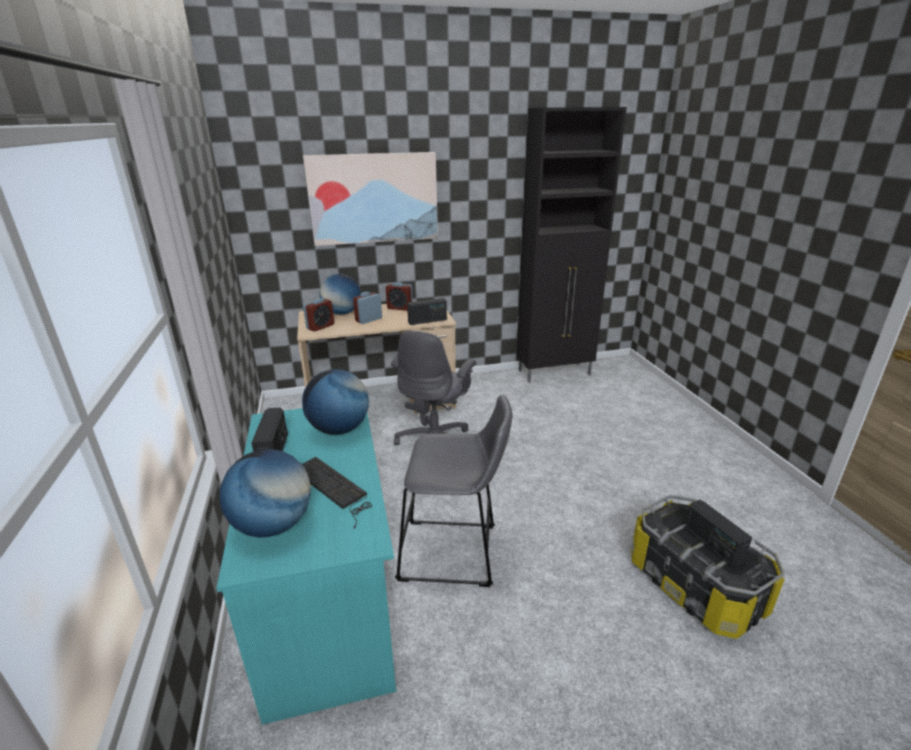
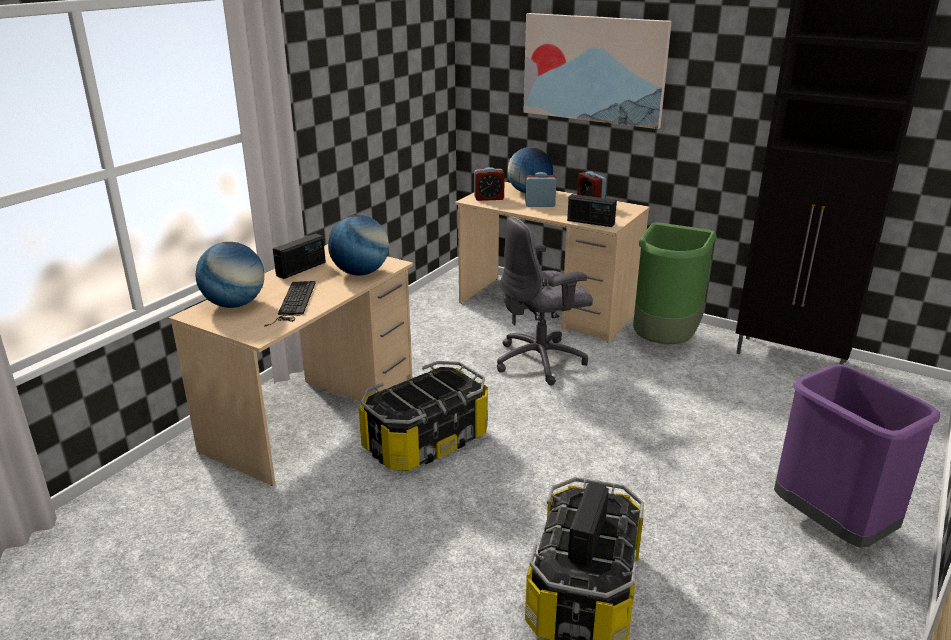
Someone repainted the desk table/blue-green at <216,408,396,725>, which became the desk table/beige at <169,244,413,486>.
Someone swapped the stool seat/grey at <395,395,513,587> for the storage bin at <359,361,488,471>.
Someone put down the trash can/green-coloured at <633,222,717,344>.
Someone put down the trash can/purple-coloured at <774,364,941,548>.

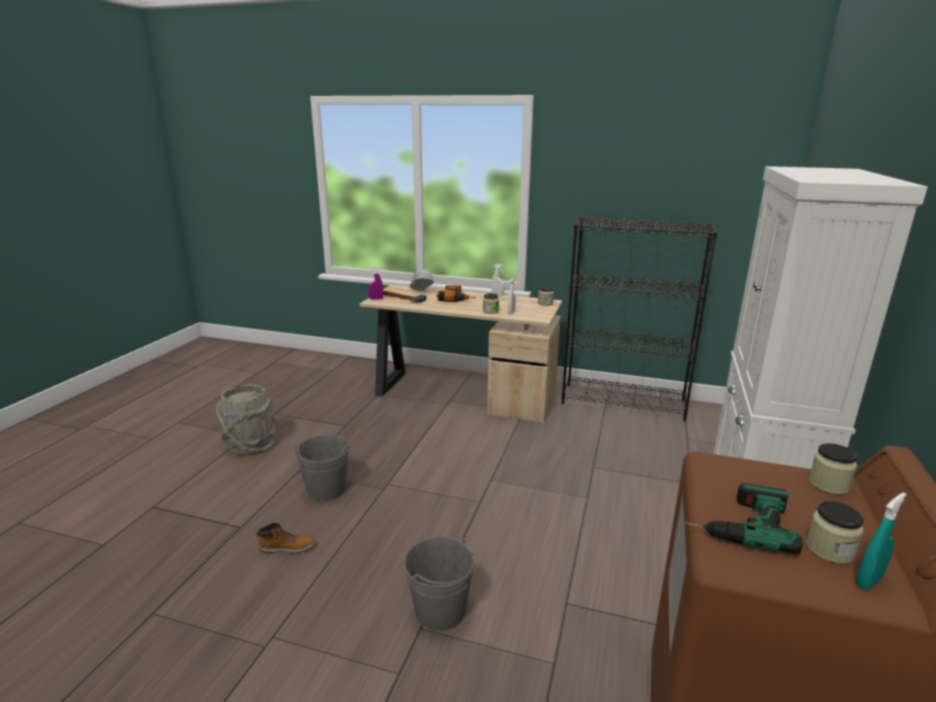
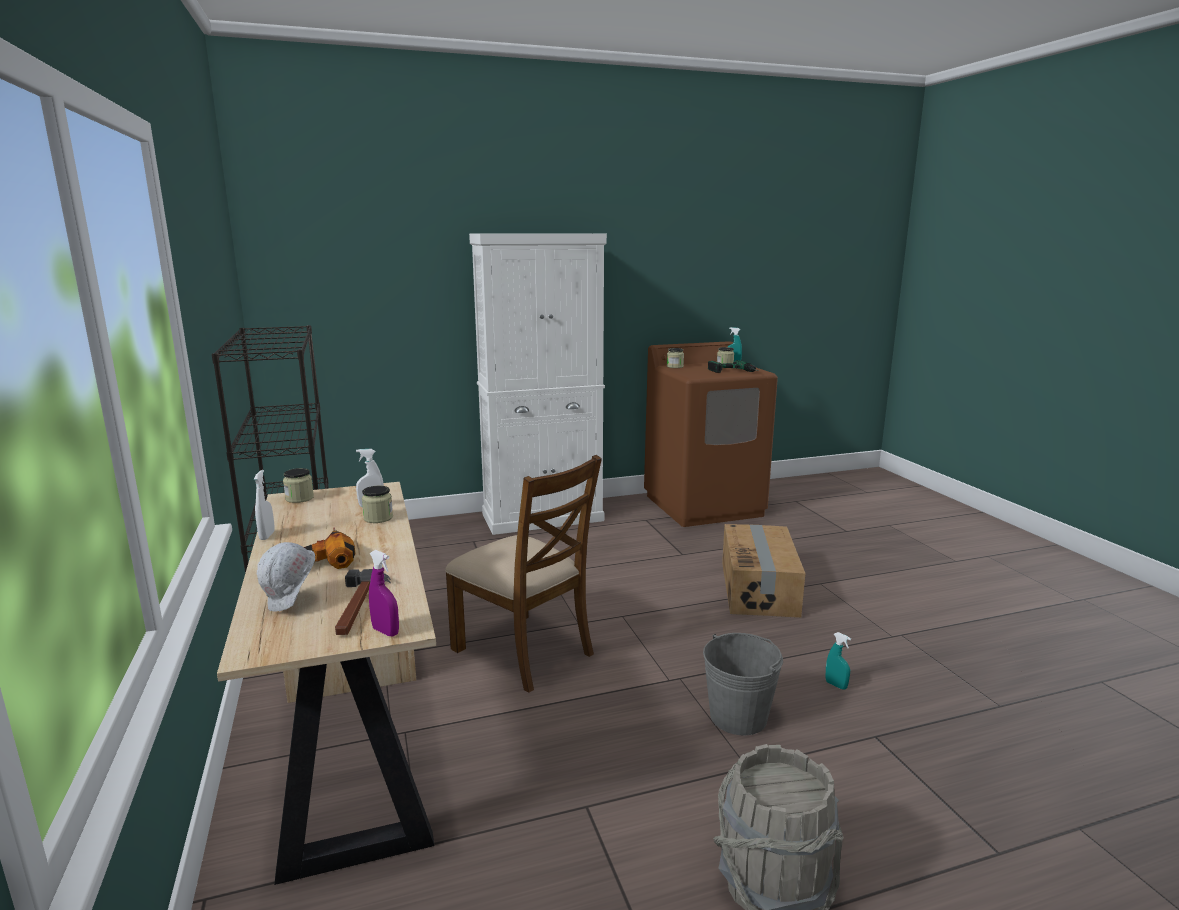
Someone put down the upright chair/brown at <445,455,602,693>.
Someone swapped the bucket/grey at <404,537,475,631> for the cardboard box at <722,524,806,618>.
Someone swapped the tall boot at <256,523,315,553> for the sprayer/blue-green at <826,632,851,690>.

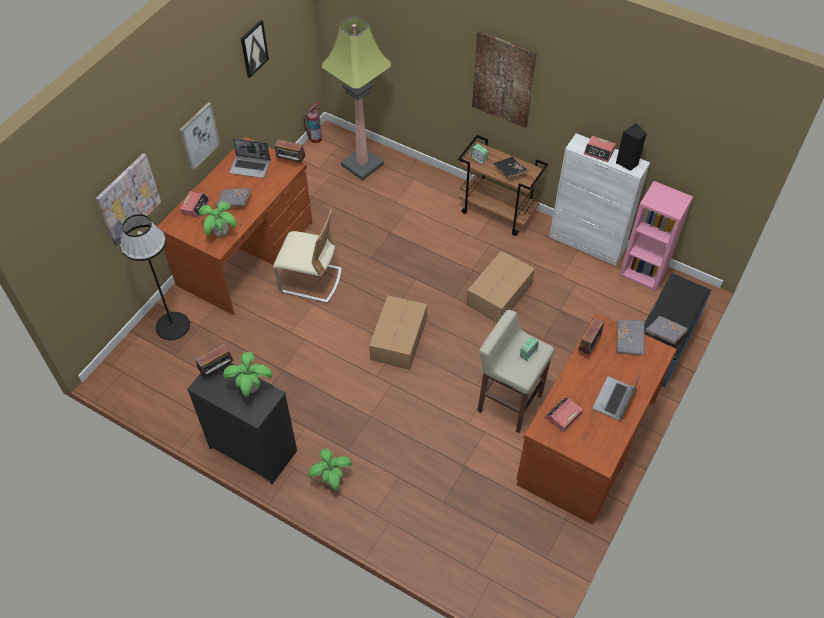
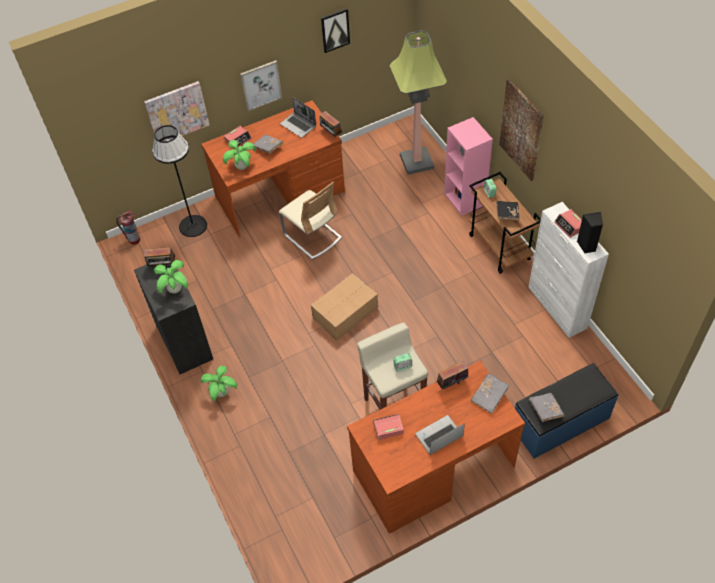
Someone carried the fire extinguisher from <303,102,322,143> to <116,211,140,245>.
Someone carried the shelving unit/pink from <619,181,693,291> to <444,117,493,216>.
Someone took away the cardboard box at <467,251,535,323>.

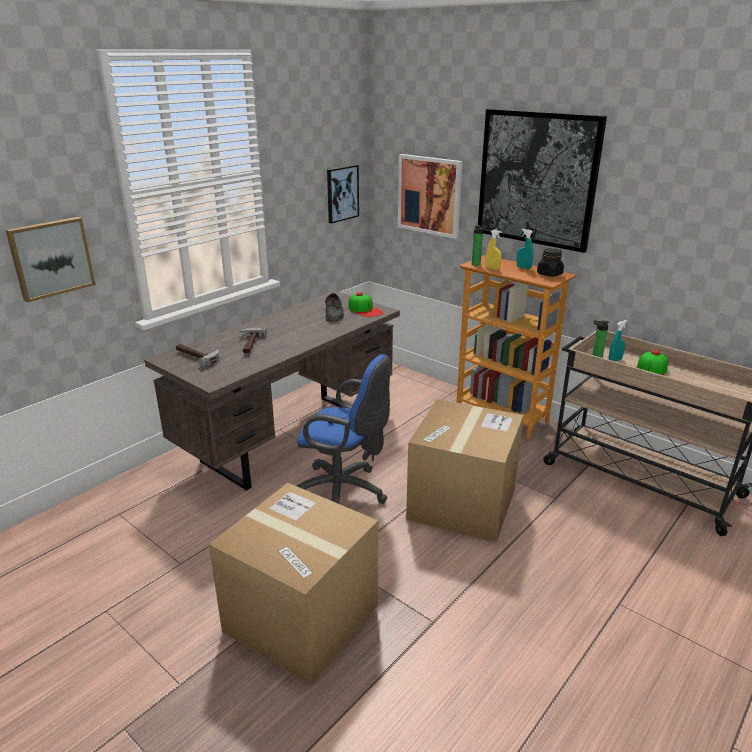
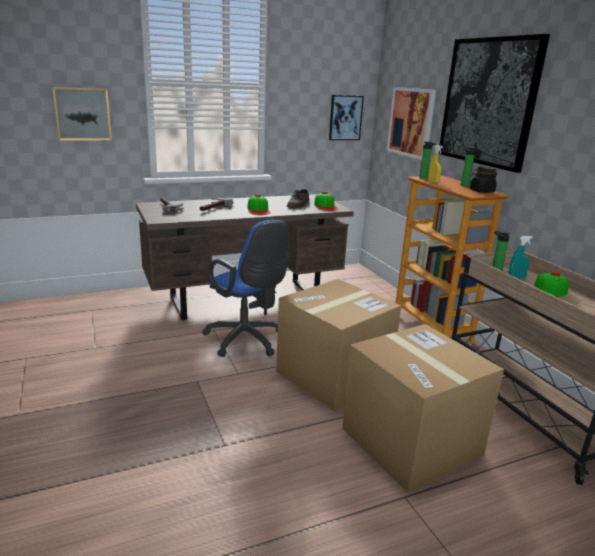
Someone put down the peaked cap at <247,194,271,215>.
Someone carried the cardboard box from <209,483,378,686> to <342,324,504,493>.
Someone swapped the sprayer/blue-green at <517,229,533,269> for the beverage bottle at <461,147,476,187>.

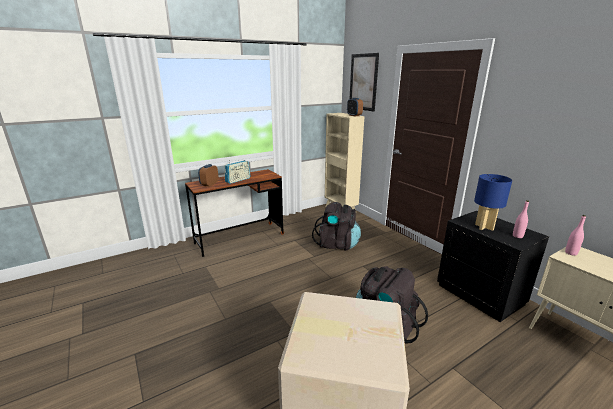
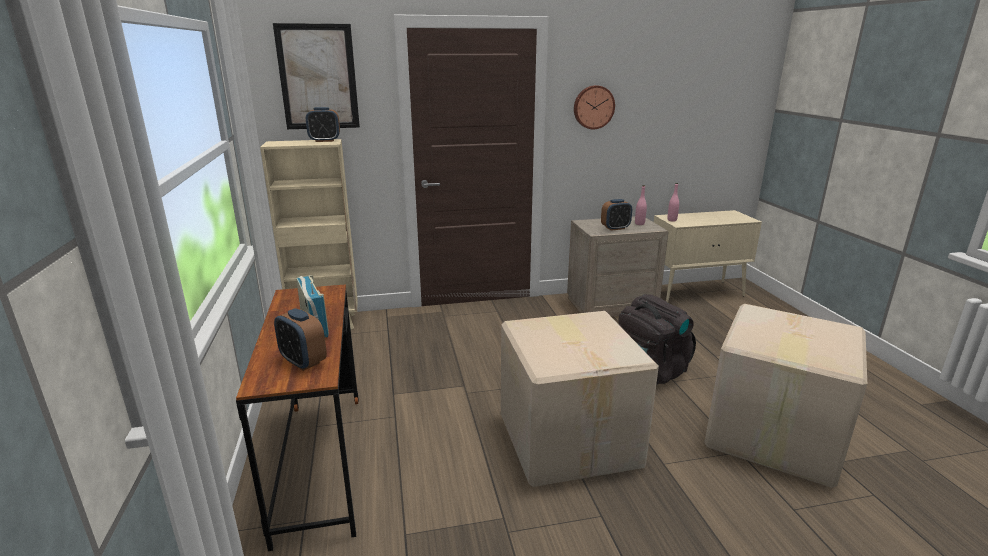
Someone put down the cardboard box at <501,311,659,487>.
Someone repainted the bedside table/black at <437,211,549,322>, which became the bedside table/beige at <567,216,669,317>.
Someone put up the clock on the wall at <574,85,615,129>.
Someone swapped the table lamp/bluish at <474,174,512,231> for the table clock at <601,199,632,231>.
Someone took away the backpack/black at <312,202,361,251>.

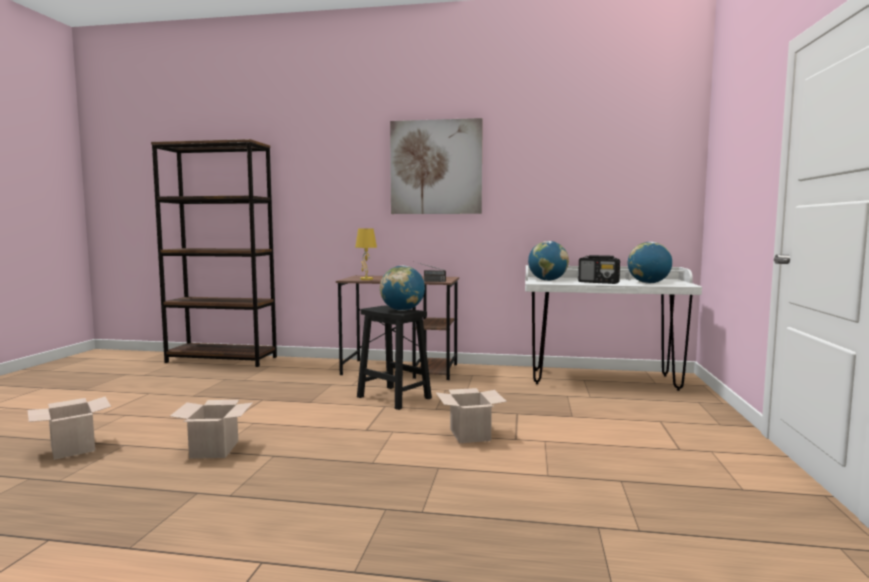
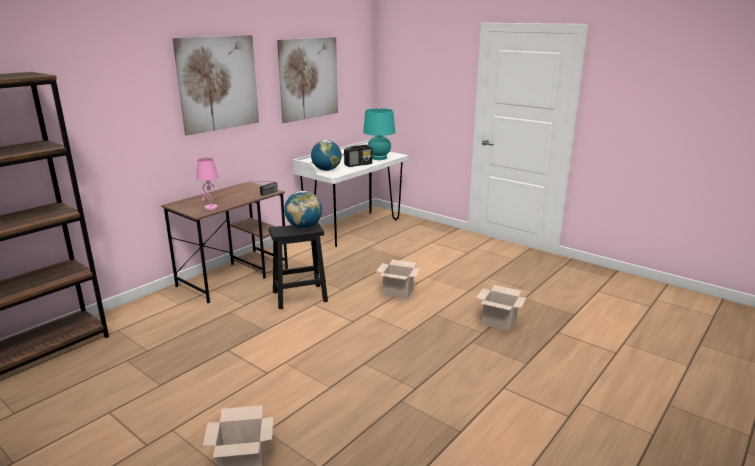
Someone repainted the table lamp/yellow at <355,228,377,280>, which became the table lamp/pink at <196,158,219,210>.
Someone put up the picture at <277,37,338,123>.
Someone swapped the world globe at <628,242,672,284> for the table lamp/blue-green at <363,108,395,160>.
Someone carried the cardboard box from <169,400,252,459> to <476,285,526,331>.

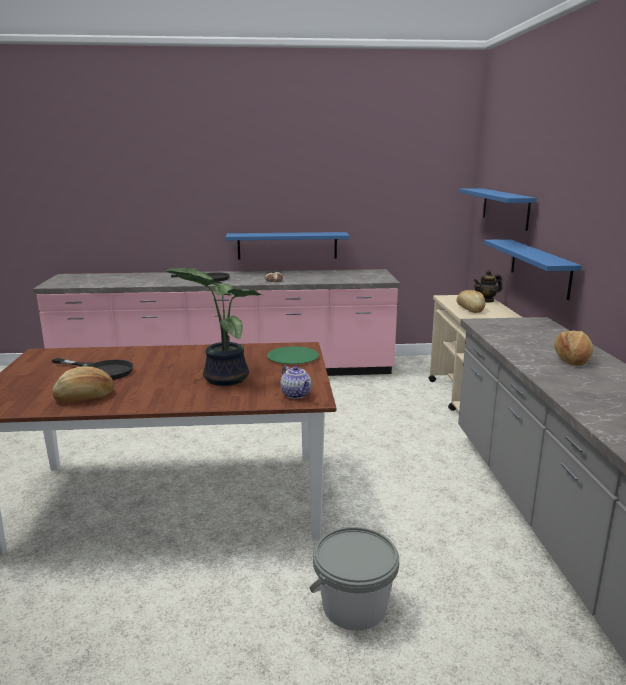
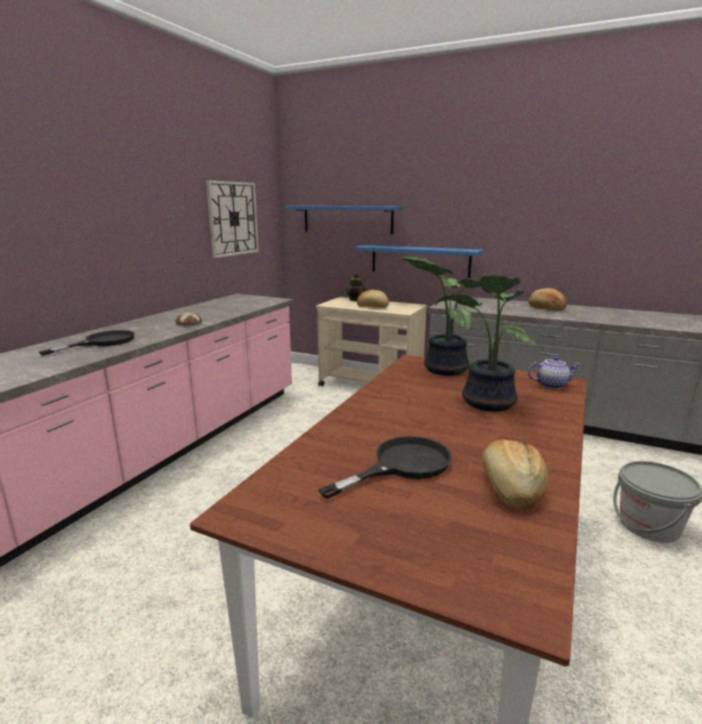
Someone put up the clock on the wall at <206,180,259,258>.
Someone swapped the plate/green-coloured at <267,346,319,364> for the houseplant at <400,256,480,376>.
Someone took away the shelf/bluish at <226,232,350,260>.

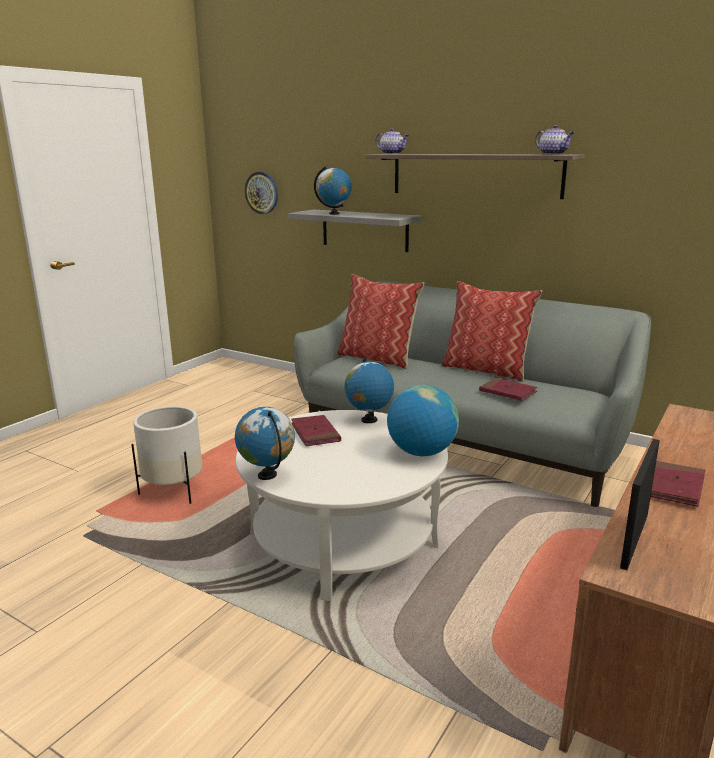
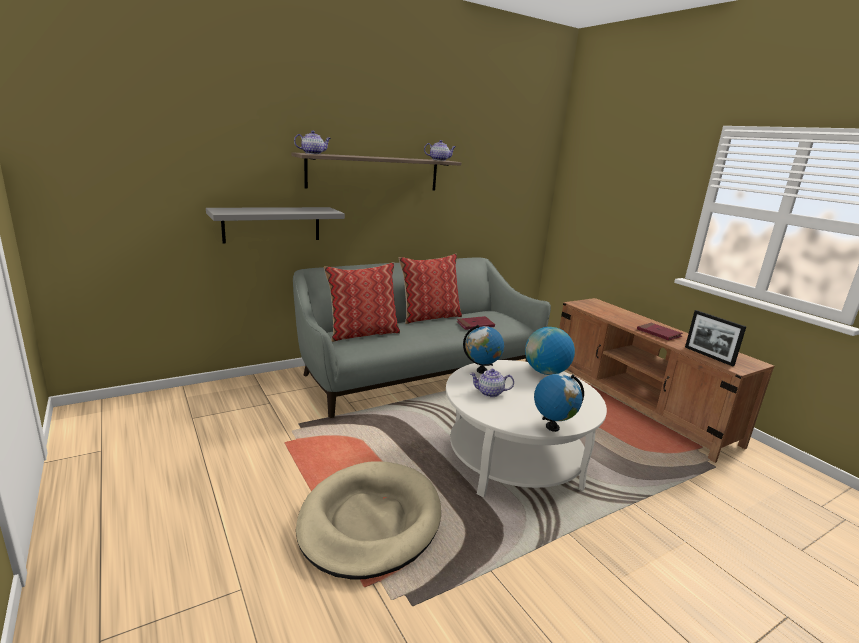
Someone swapped the planter/whitish at <131,406,202,504> for the dog bed/beige at <296,461,441,580>.
Someone swapped the book/red-coloured at <291,415,341,446> for the pot for tea at <470,369,514,397>.
Someone took away the clock on the wall at <245,172,278,214>.
Someone took away the world globe at <314,166,352,215>.

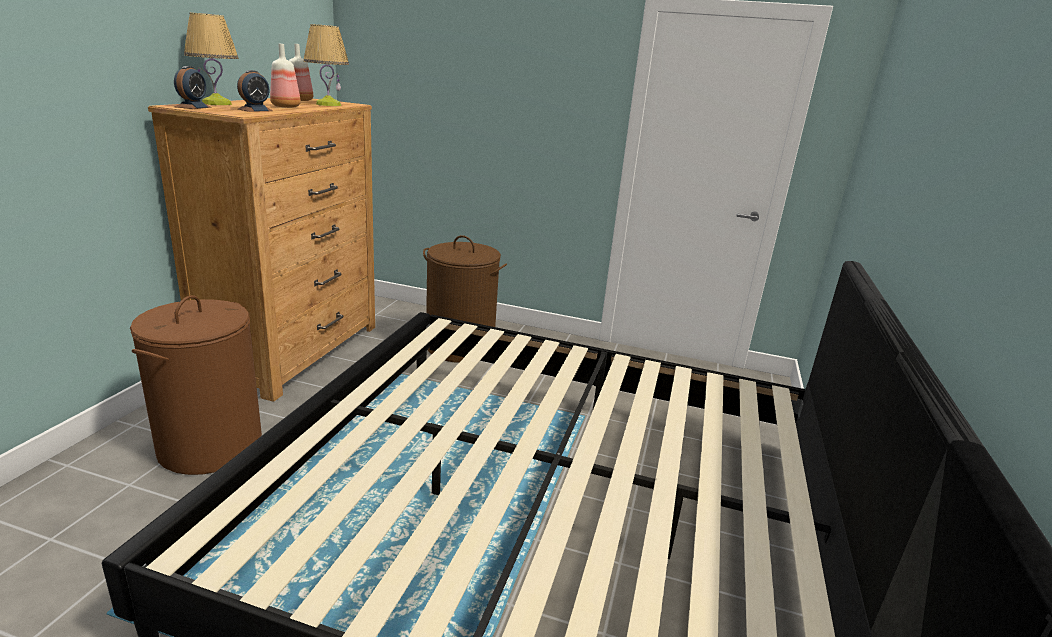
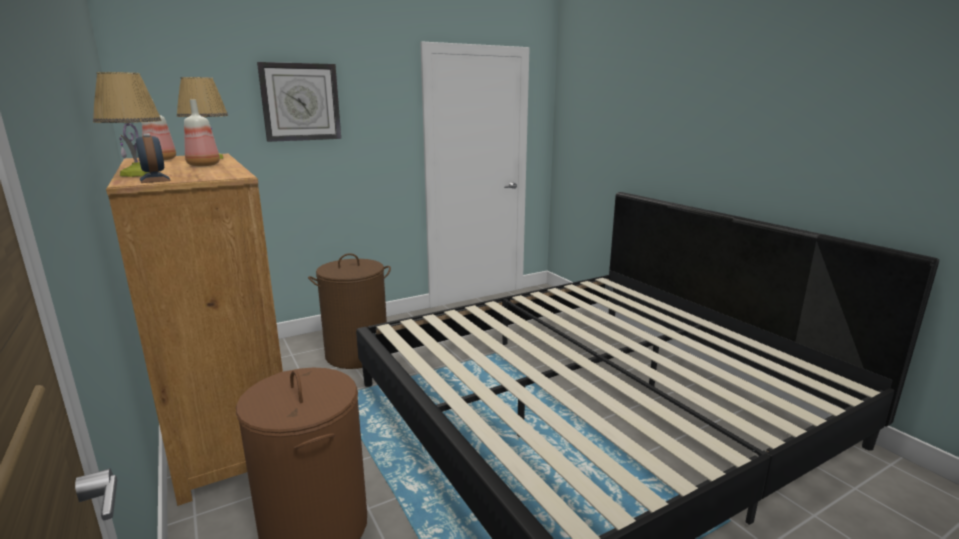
Someone put up the clock on the wall at <257,62,341,142>.
Someone took away the table clock at <237,70,273,112>.

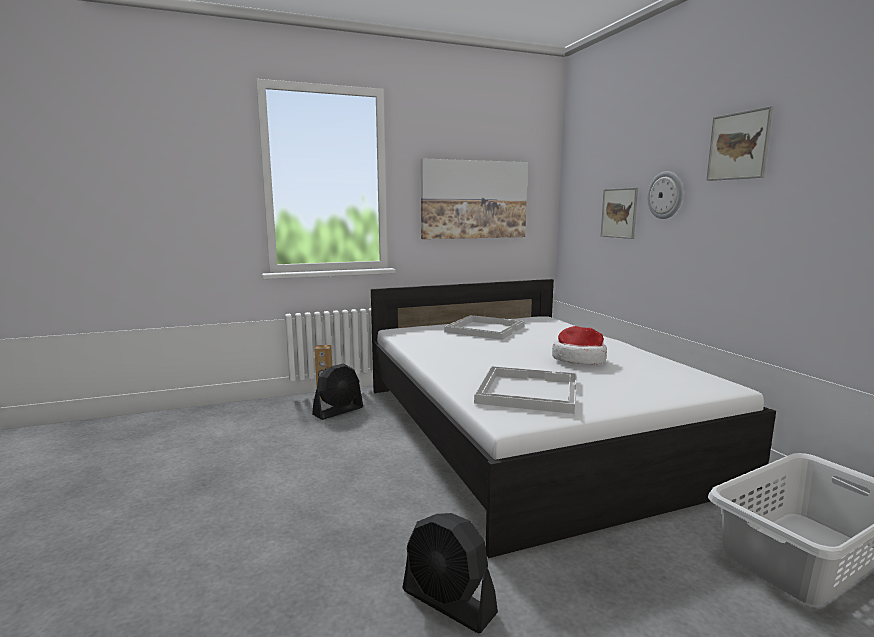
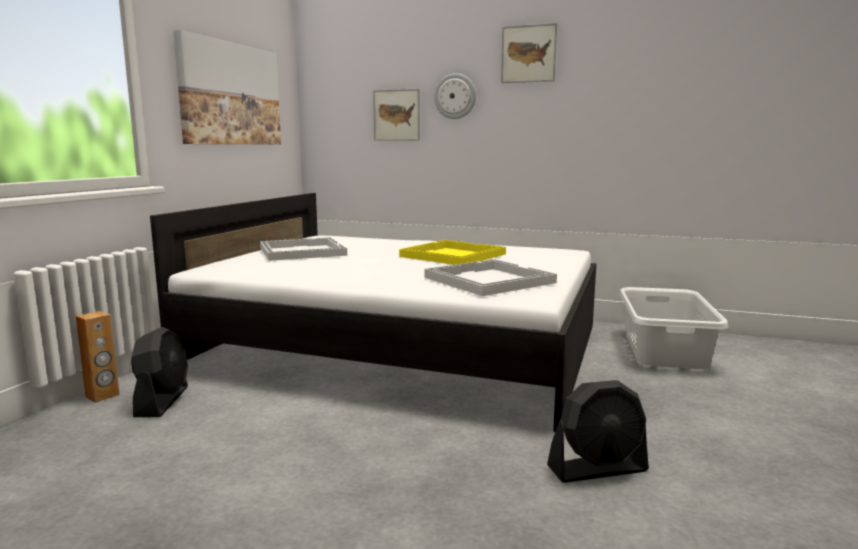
Someone swapped the hat at <552,326,607,364> for the tray/yellow at <399,240,506,265>.

